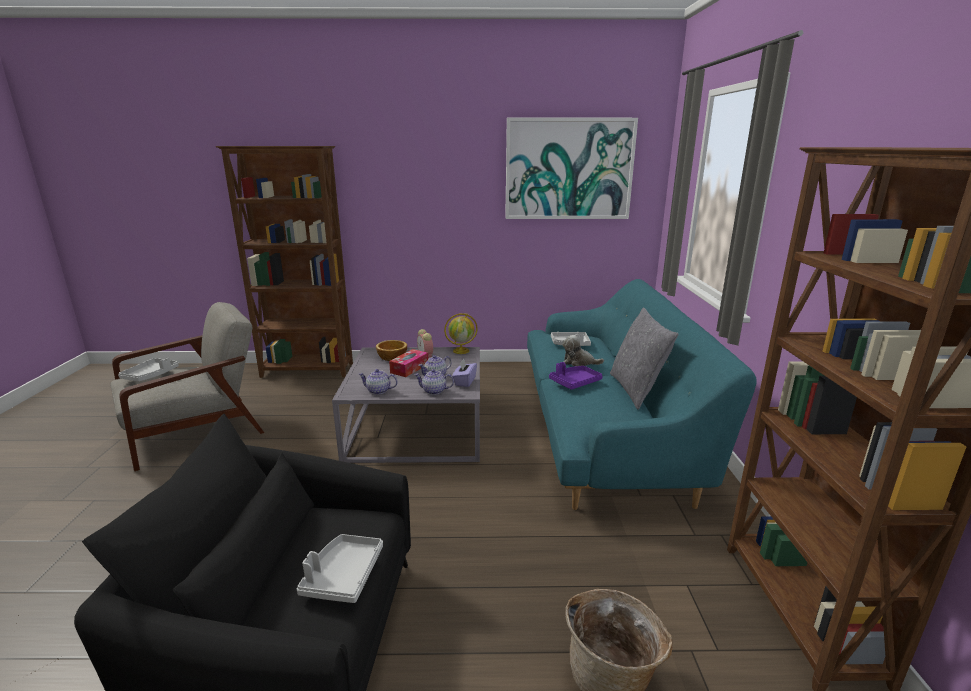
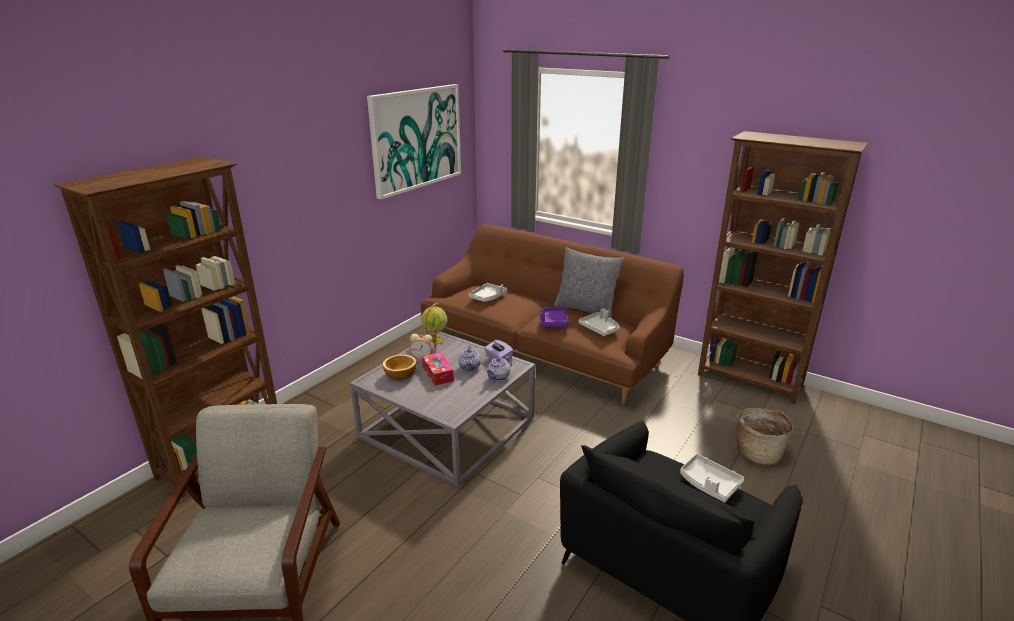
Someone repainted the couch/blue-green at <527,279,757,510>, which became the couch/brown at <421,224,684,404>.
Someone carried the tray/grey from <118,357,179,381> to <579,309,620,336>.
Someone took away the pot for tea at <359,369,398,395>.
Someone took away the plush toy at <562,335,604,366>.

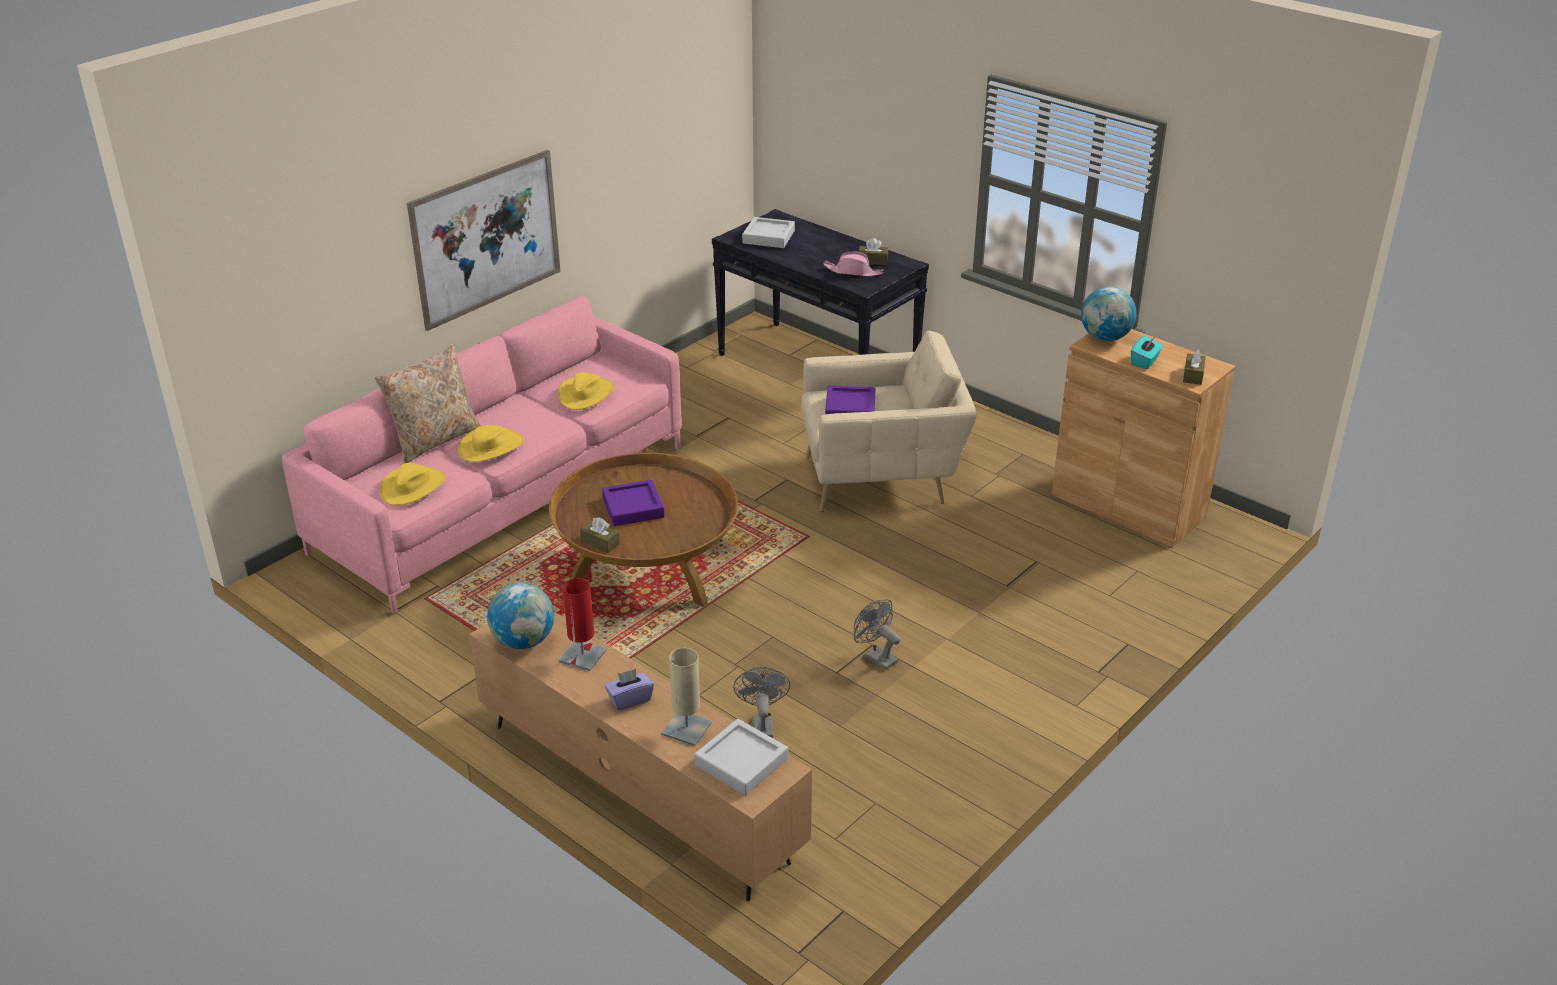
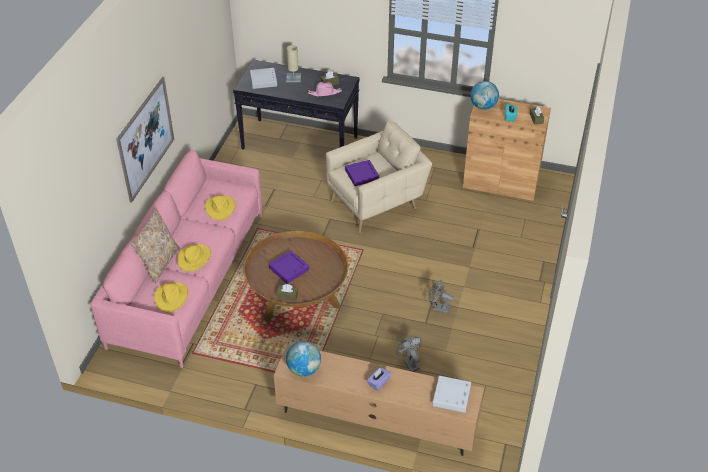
Someone carried the table lamp/beige from <662,648,712,746> to <286,45,301,82>.
Someone took away the table lamp/red-coloured at <559,578,607,671>.

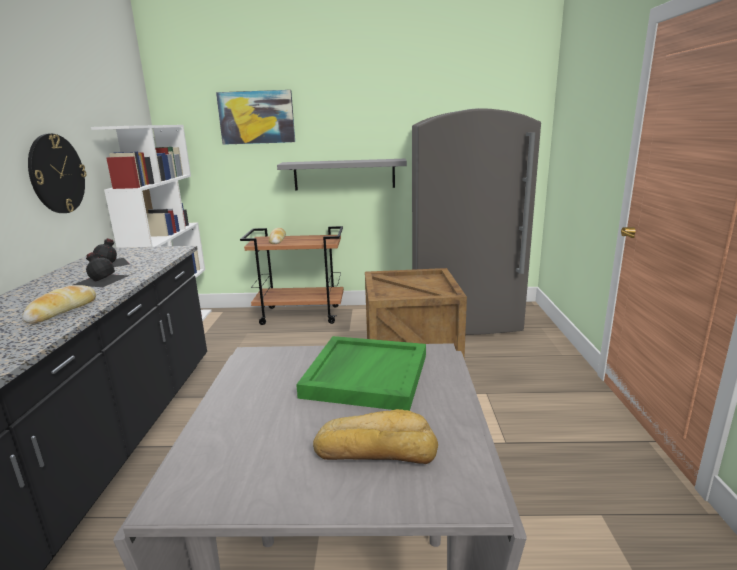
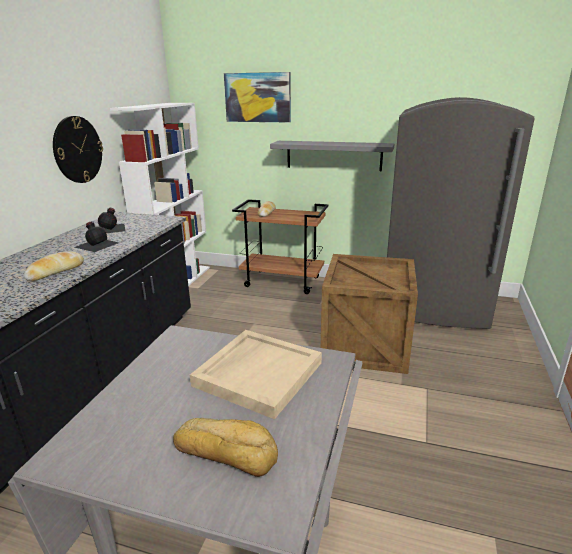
Someone repainted the tray/green-coloured at <296,336,426,411>, which became the tray/beige at <190,330,322,419>.

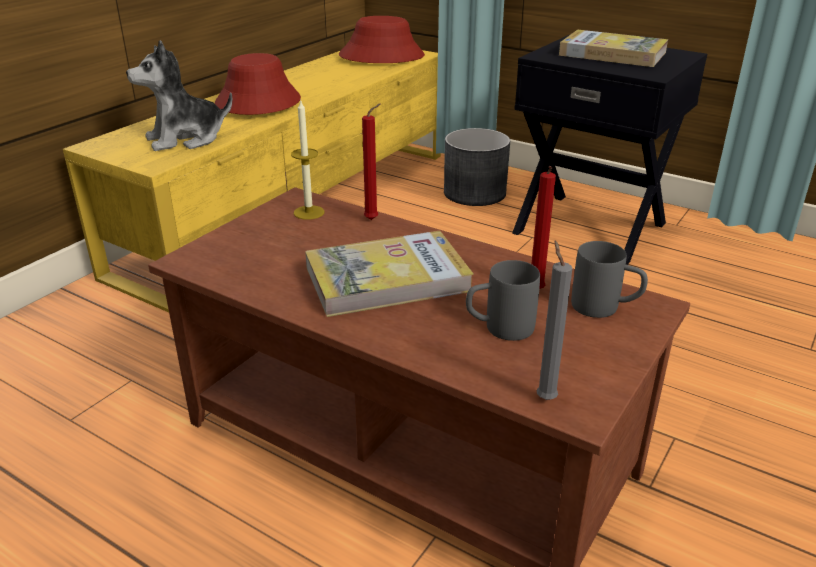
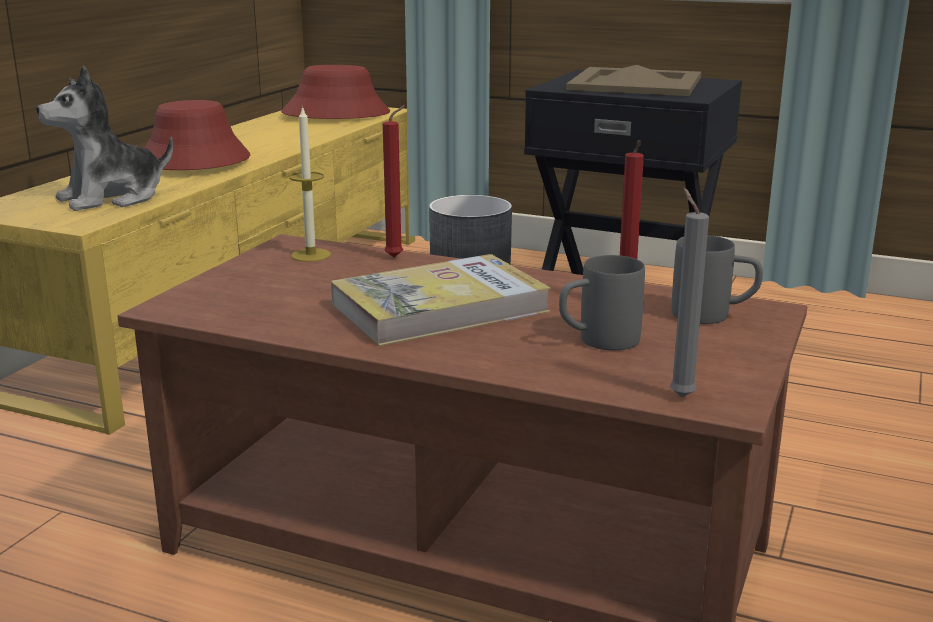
Someone swapped the book at <559,30,668,67> for the tray/beige at <566,65,701,96>.

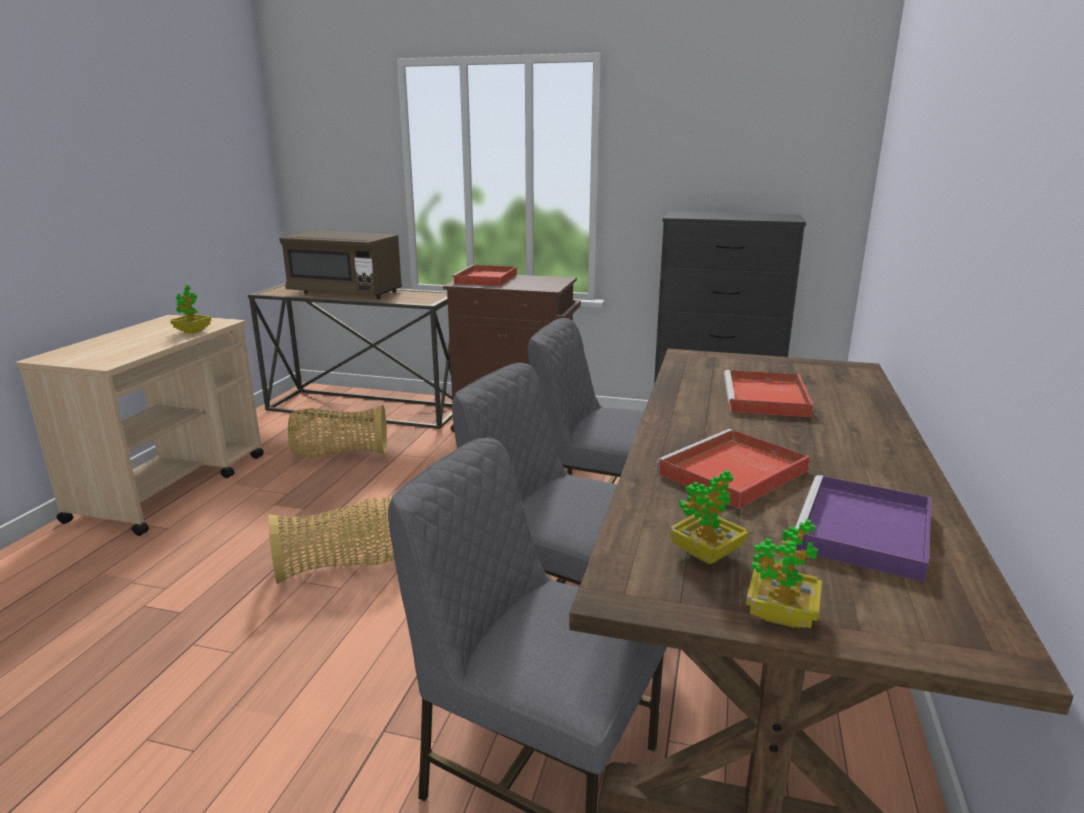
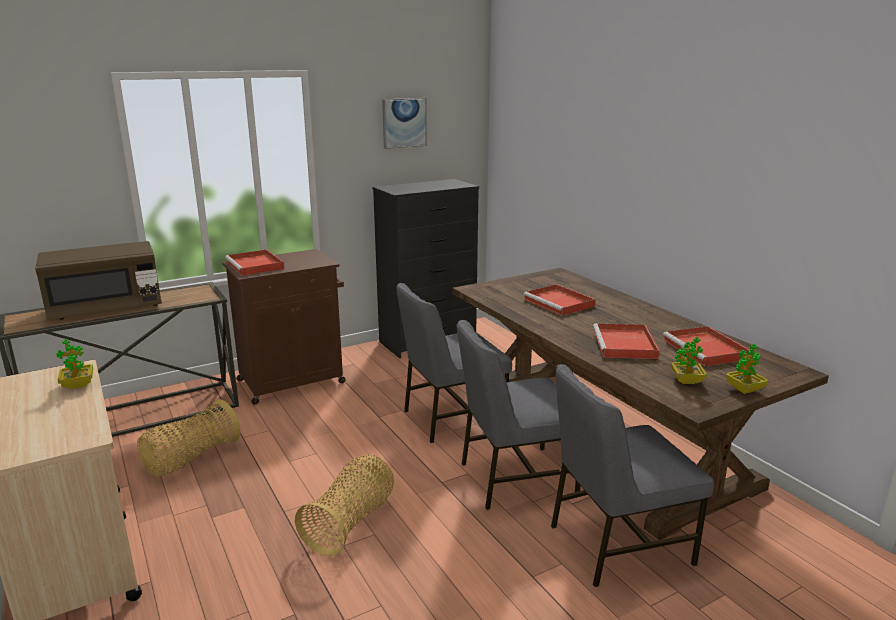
Someone put up the picture at <382,98,427,149>.
Someone repainted the tray/purple-coloured at <795,475,932,582>, which became the tray/red-coloured at <663,326,750,366>.

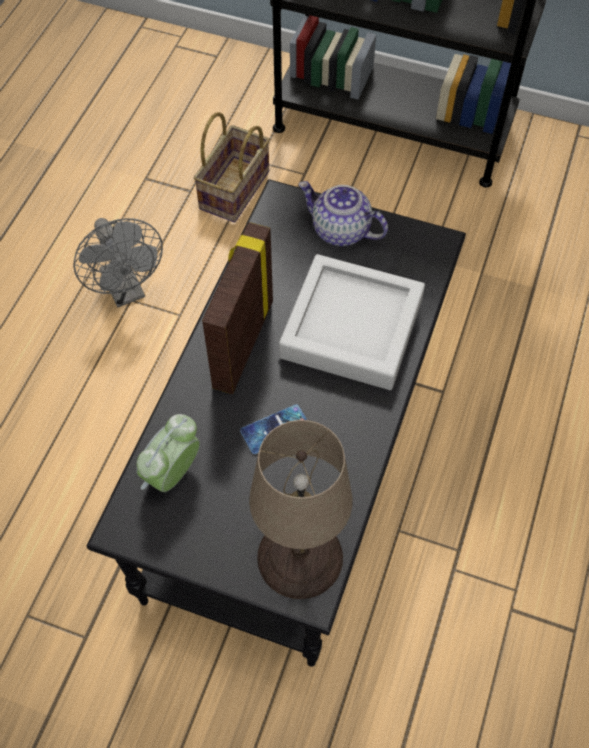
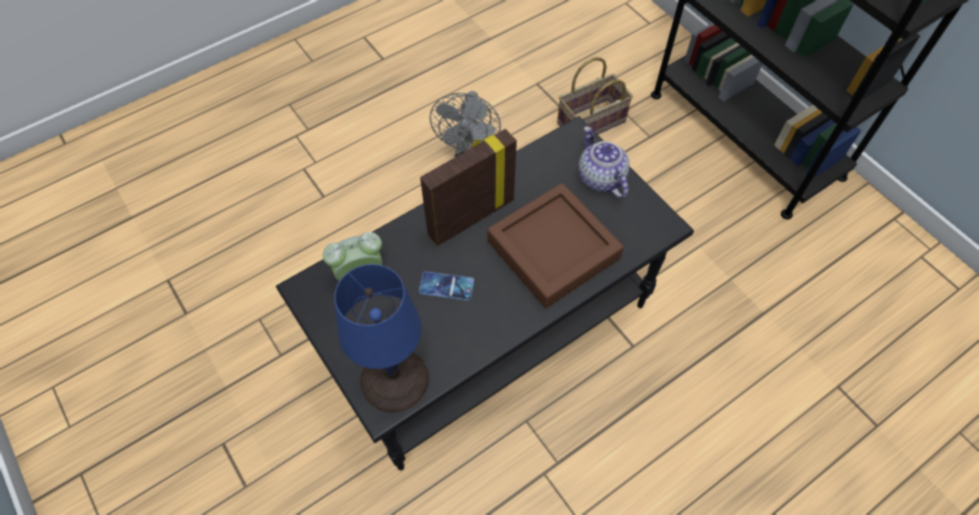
Someone repainted the table lamp/beige at <249,420,352,599>, which became the table lamp/bluish at <334,264,429,413>.
Someone repainted the tray/grey at <279,254,425,390>, which became the tray/brown at <487,183,624,308>.

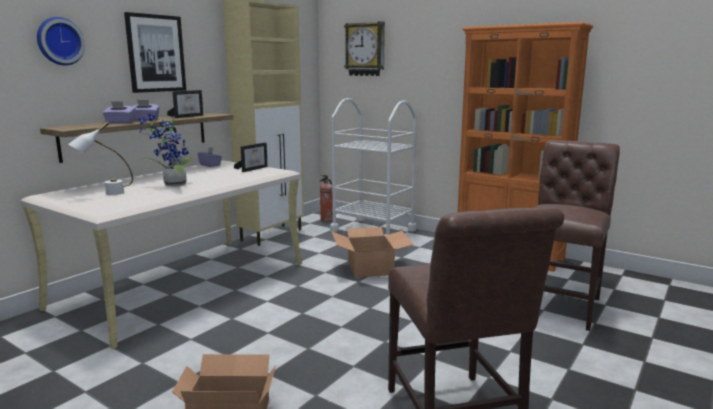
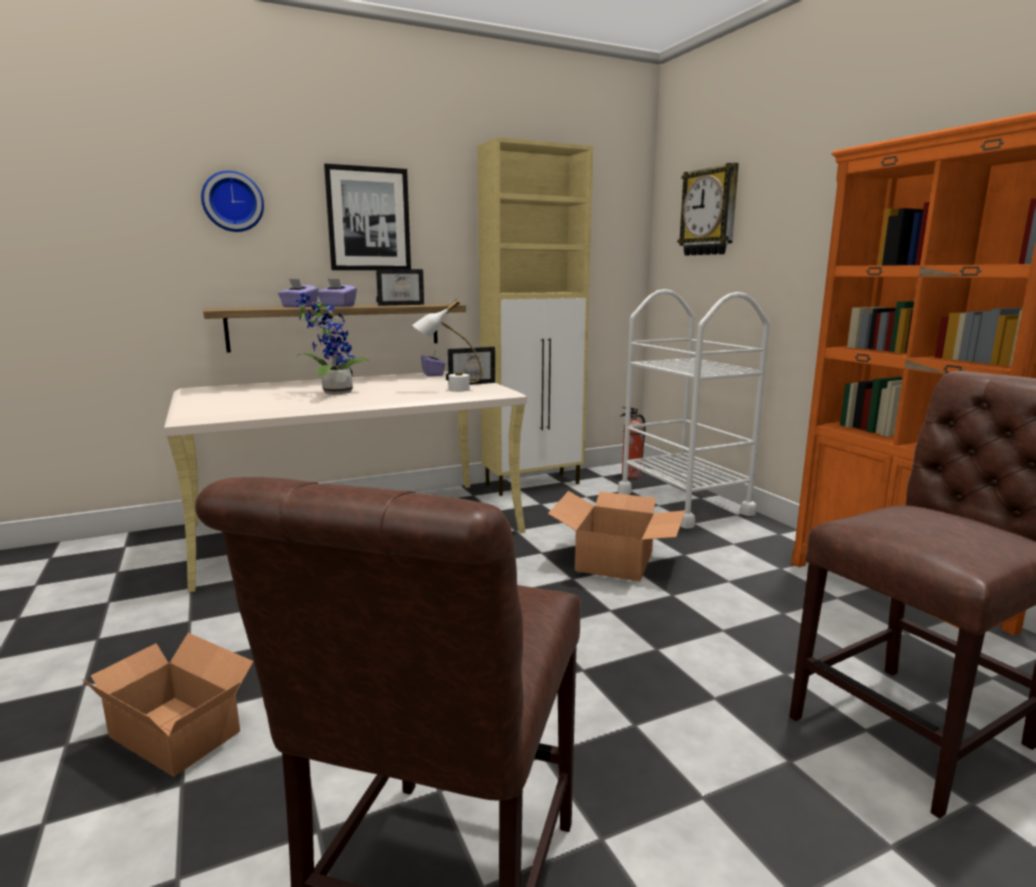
Someone carried the table lamp/whitish from <68,121,133,195> to <412,299,482,392>.

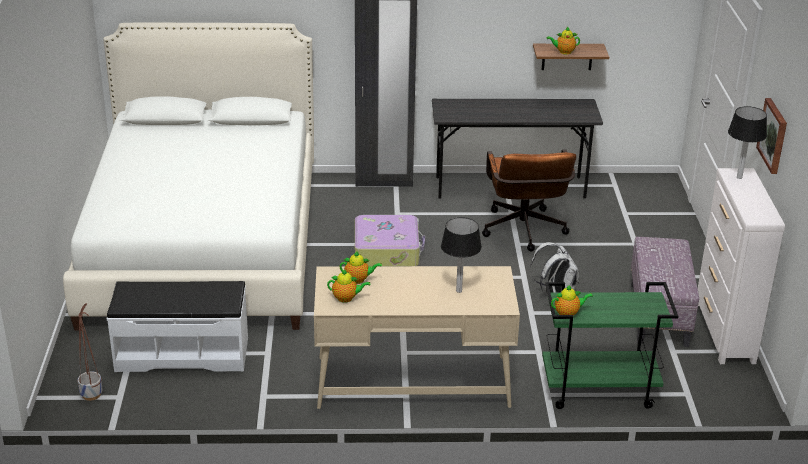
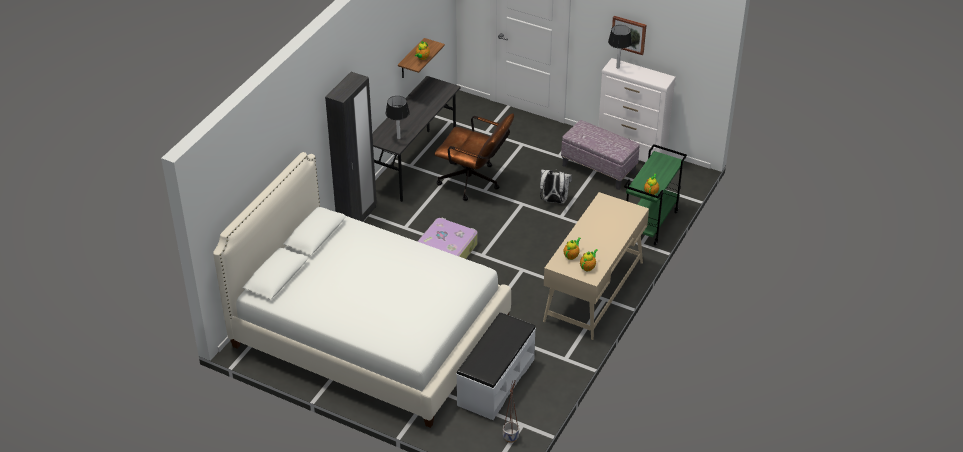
Someone carried the table lamp from <441,217,482,293> to <386,96,410,139>.

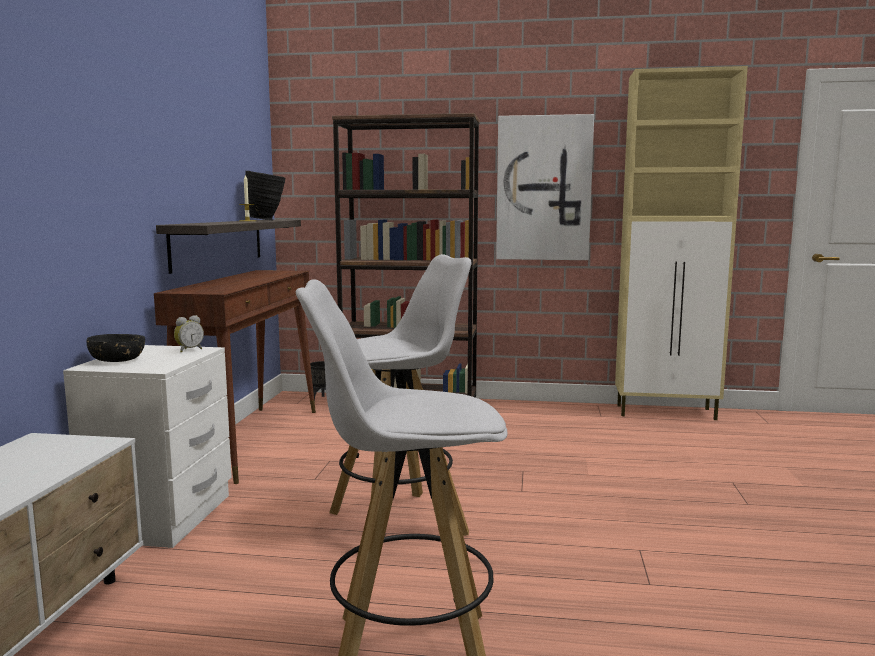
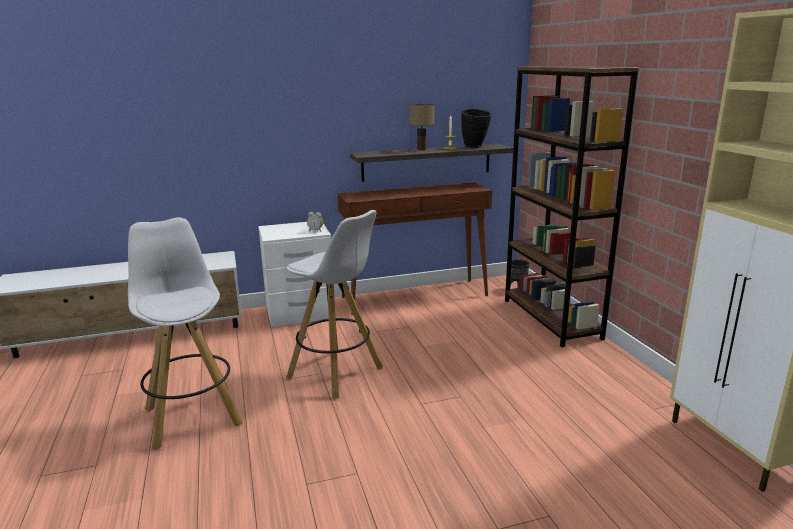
Someone put down the table lamp at <409,104,435,150>.
Someone took away the bowl/black at <87,334,145,362>.
Someone took away the picture at <496,114,594,260>.

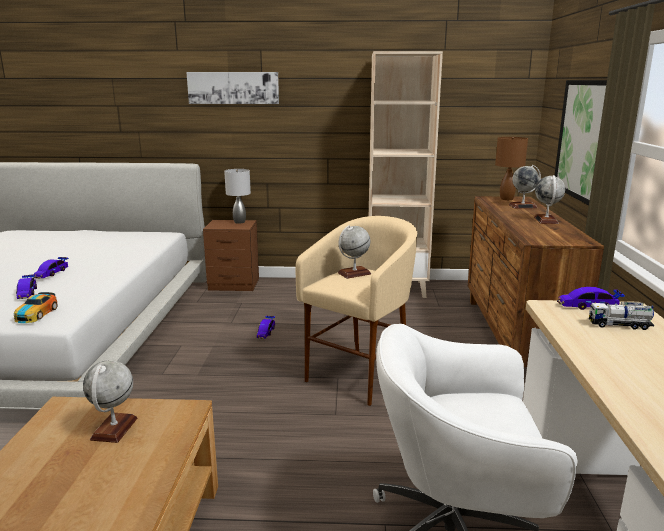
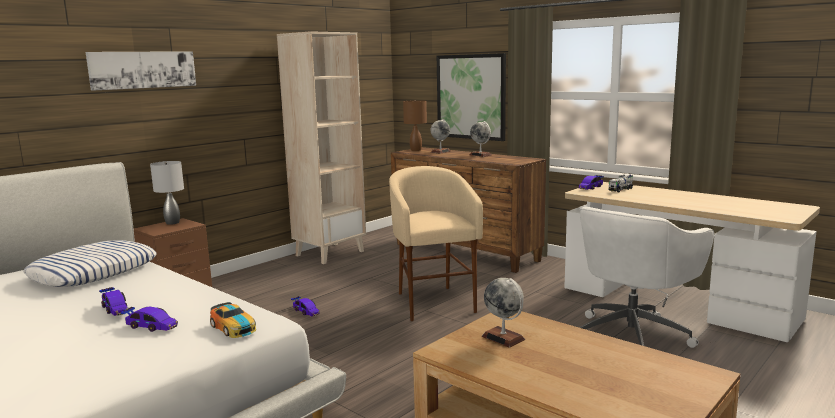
Someone put down the pillow at <23,240,157,287>.
Someone took away the world globe at <338,225,371,279>.

